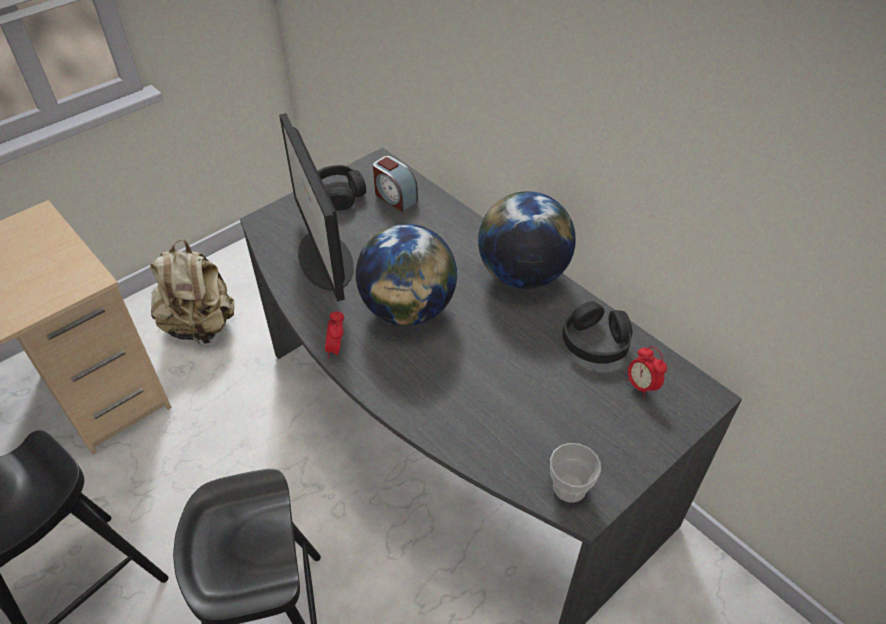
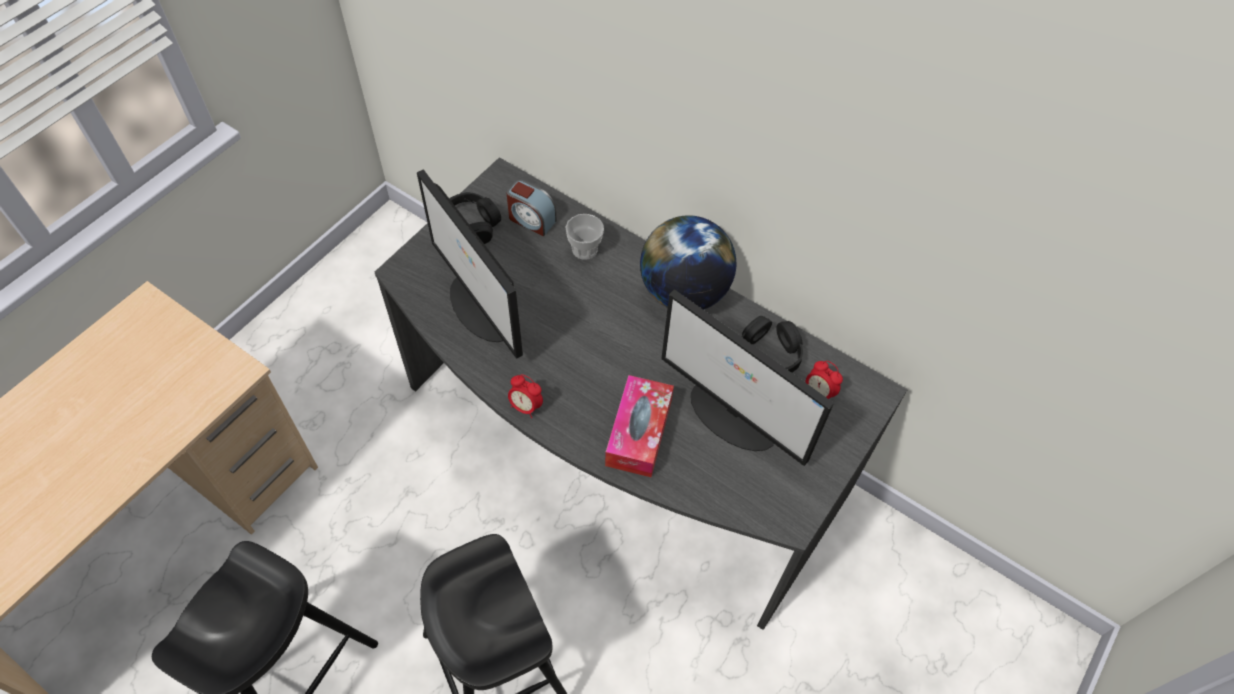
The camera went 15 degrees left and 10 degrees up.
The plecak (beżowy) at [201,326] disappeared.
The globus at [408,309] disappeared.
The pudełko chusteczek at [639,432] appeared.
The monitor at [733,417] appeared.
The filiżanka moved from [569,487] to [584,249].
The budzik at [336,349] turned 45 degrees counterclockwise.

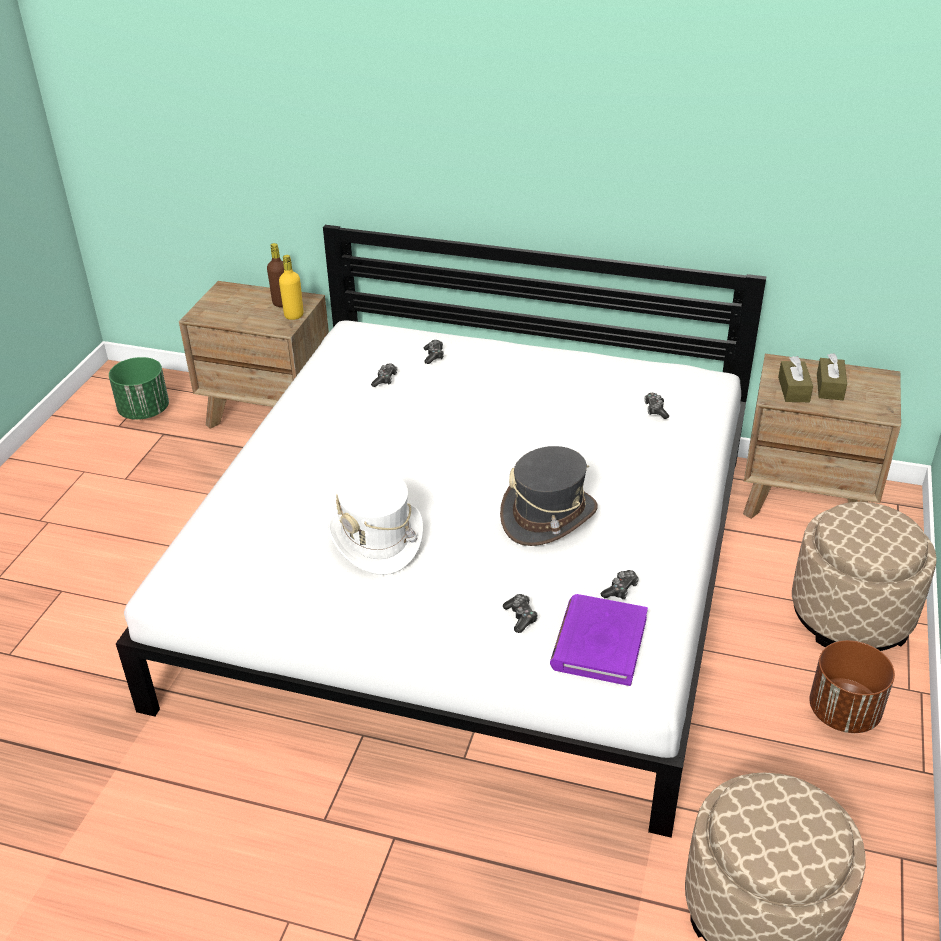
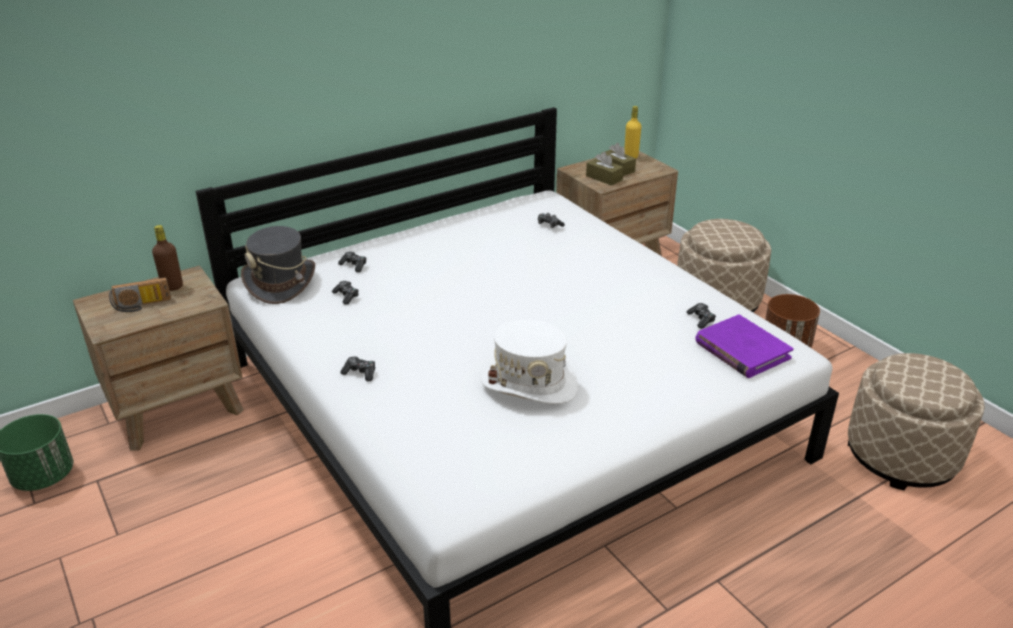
The camera went 50 degrees left and 5 degrees down.
The radio at [142,305] appeared.
The butelka (żółty) moved from [294,315] to [631,156].
The kapelusz (szary) moved from [548,516] to [280,282].
The pad do gier moved from [520,617] to [360,373].

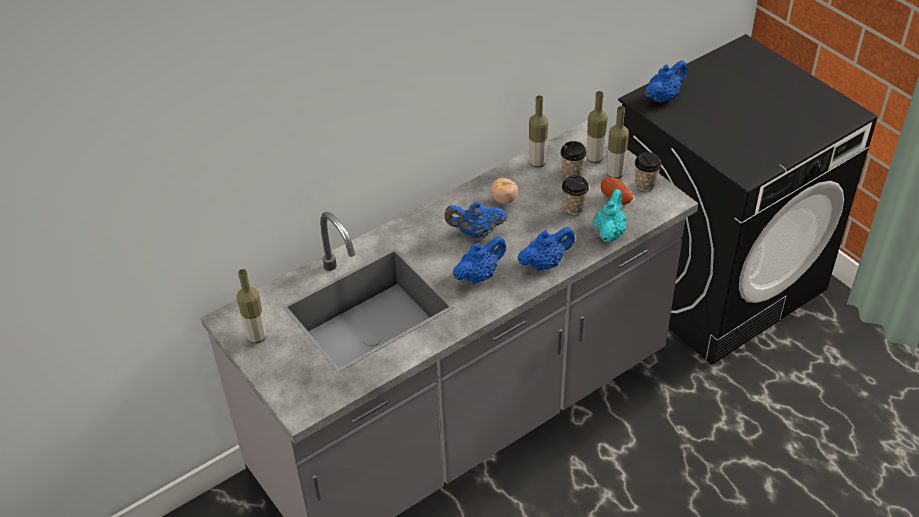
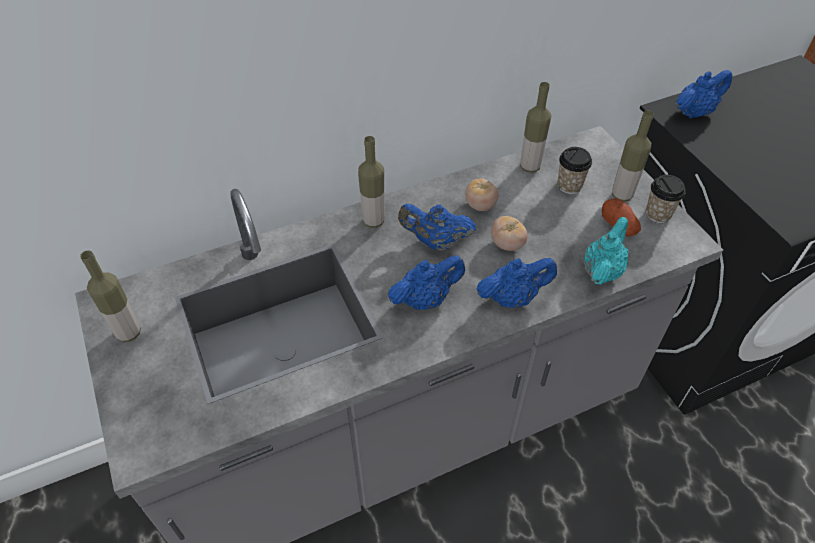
The camera went 10 degrees right and 5 degrees up.
The filiżanka at [574,208] disappeared.
The pomidor at [507,244] appeared.
The butelka moved from [594,158] to [373,221].

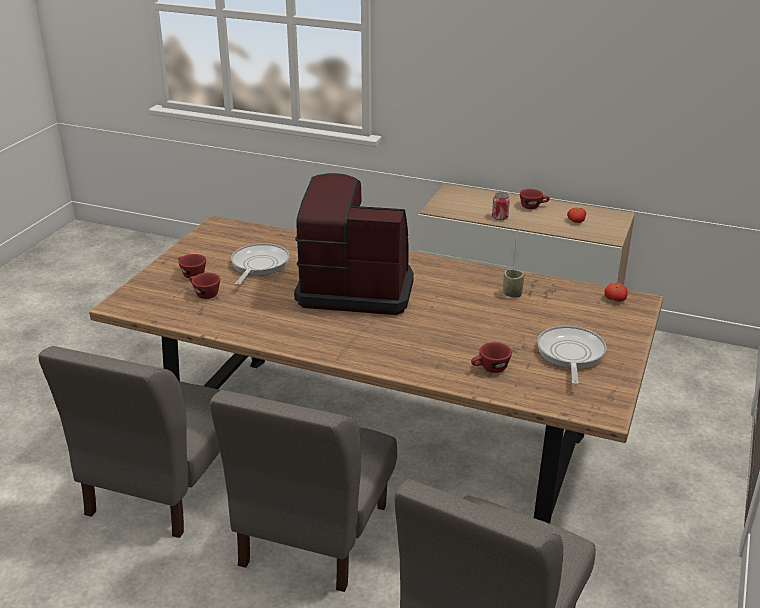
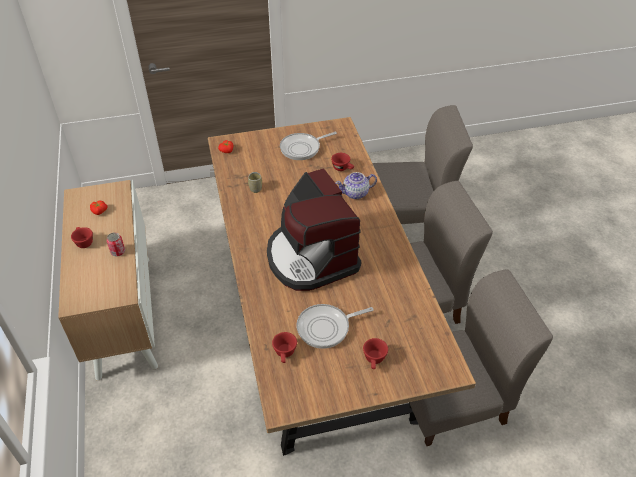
The camera went 125 degrees left and 15 degrees up.
The imbryk at [356,193] appeared.
The filiżanka (czerwony) moved from [204,294] to [285,354].

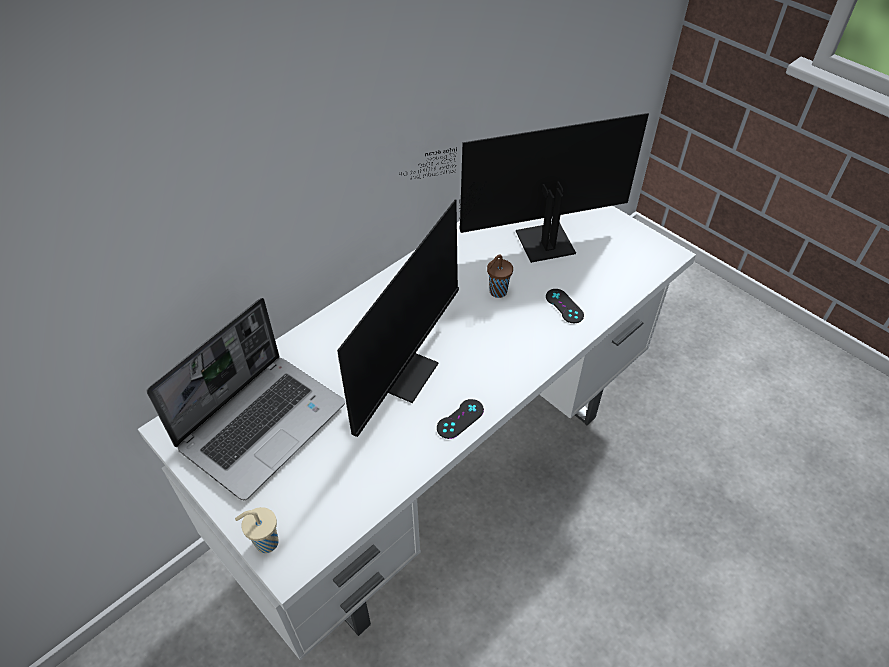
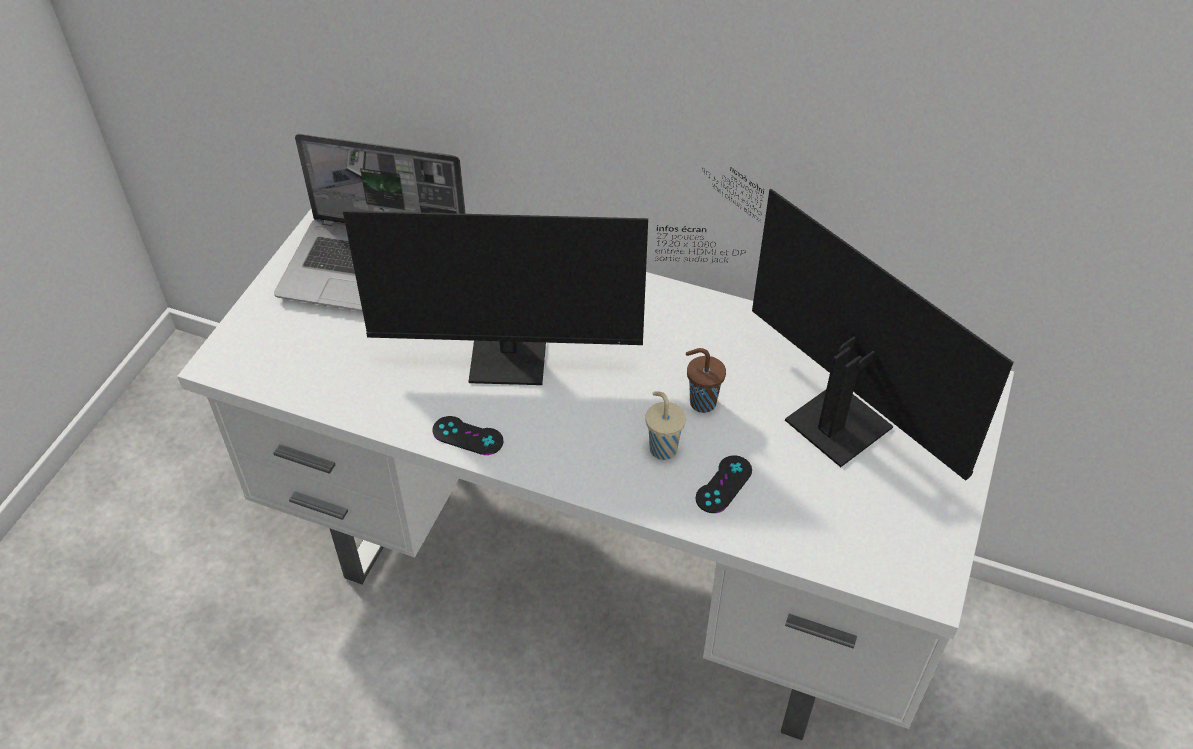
The camera went 65 degrees right and 0 degrees up.
The filiżanka (beżowy) moved from [265,542] to [662,448].

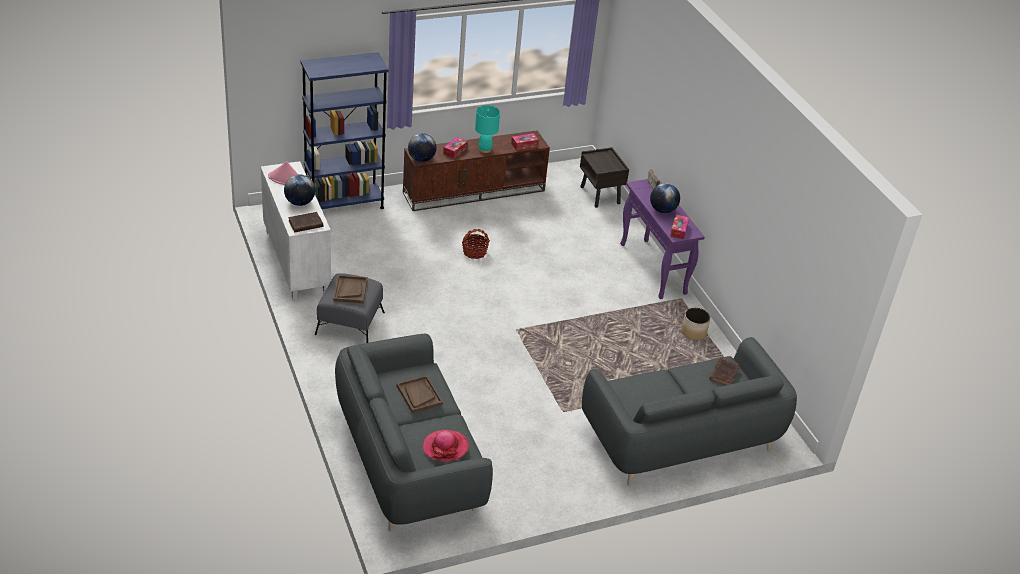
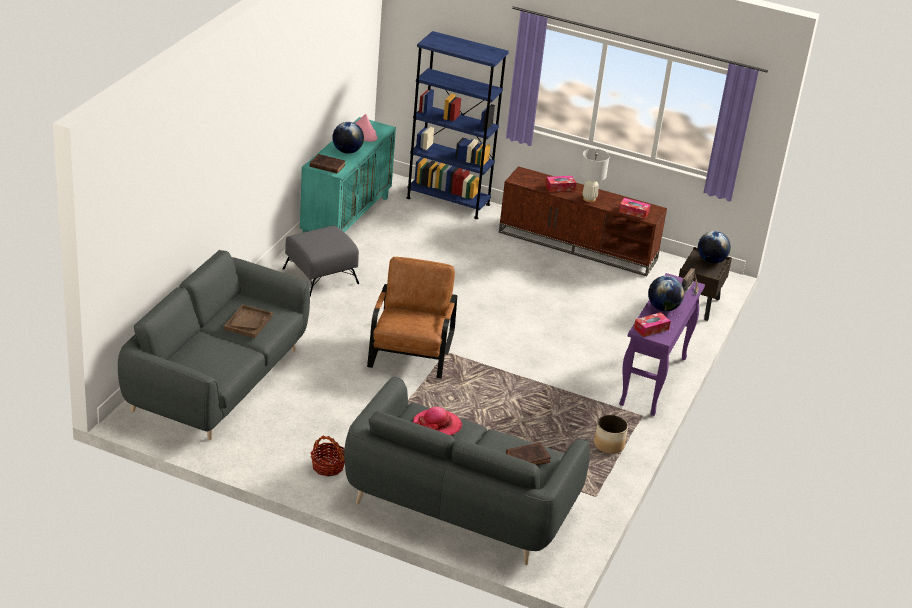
The camera went 45 degrees right and 5 degrees down.
The taca (brązowy) at [350,290] disappeared.
The fotel (brązowy) at [411,350] appeared.
The globus moved from [421,159] to [711,260].
The kapelusz moved from [445,447] to [437,425].
The koszyk moved from [474,252] to [328,467].
The szafka (biały) at [295,262] became the szafka (turkusowy) at [345,218].
The lampa stołowa (turkusowy) at [484,150] became the lampa stołowa (biały) at [589,199].

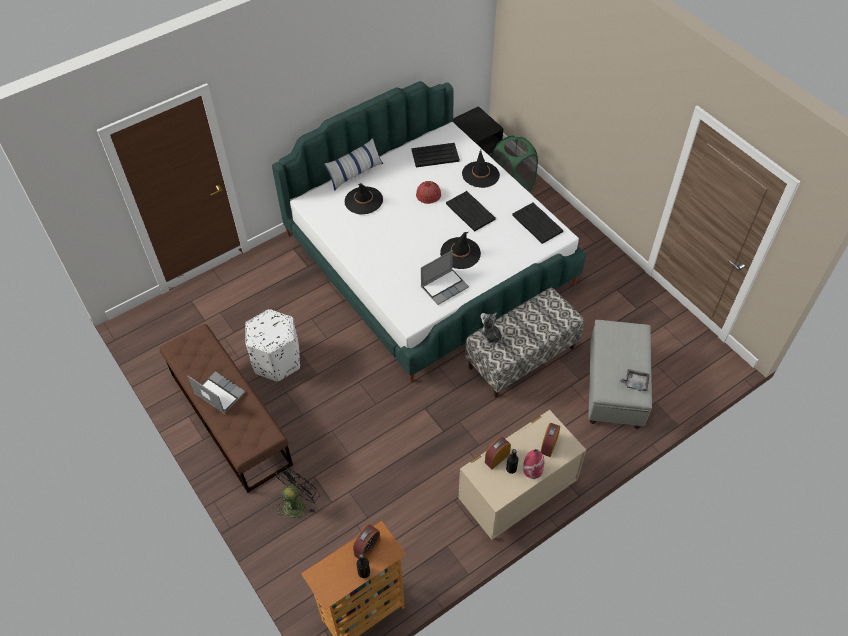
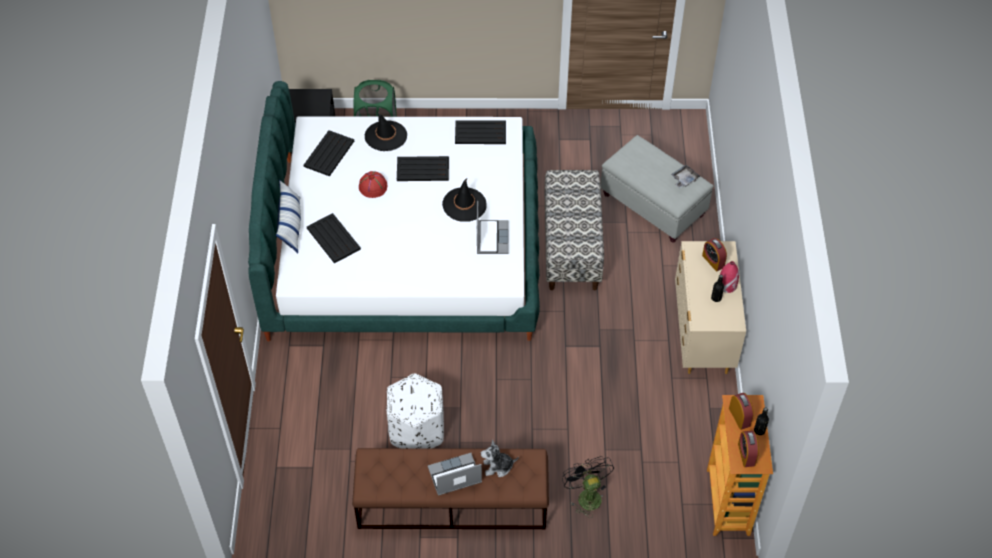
The camera went 55 degrees left and 0 degrees up.
The pluszak moved from [490,337] to [498,467].
The budzik moved from [497,458] to [746,454].
The kapelusz (czarny) at [363,200] was replaced by the taca (czarny) at [333,238].

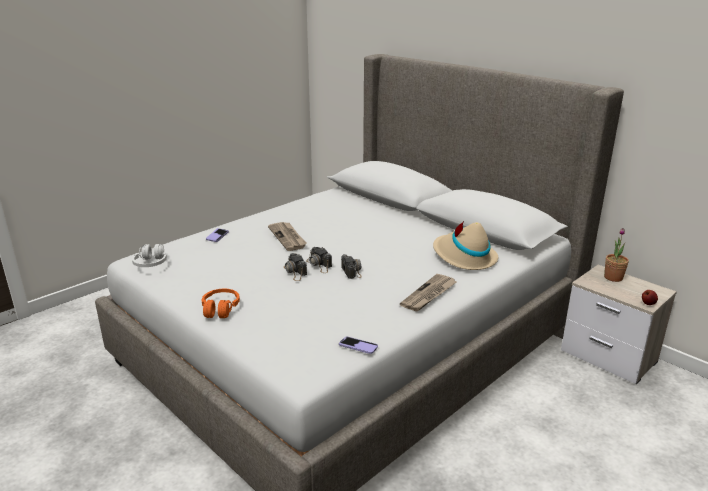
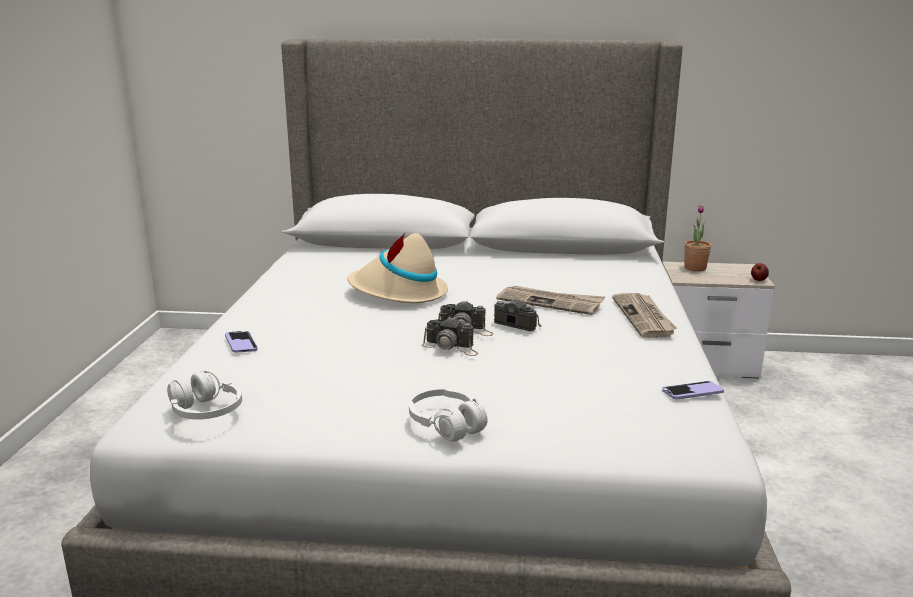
The camera went 40 degrees left and 5 degrees down.
The gazeta moved from [288,237] to [550,302].
The kapelusz (beżowy) moved from [463,257] to [398,293].
The słuchawki (pomarańczowy) at [220,309] became the słuchawki (biały) at [447,425].

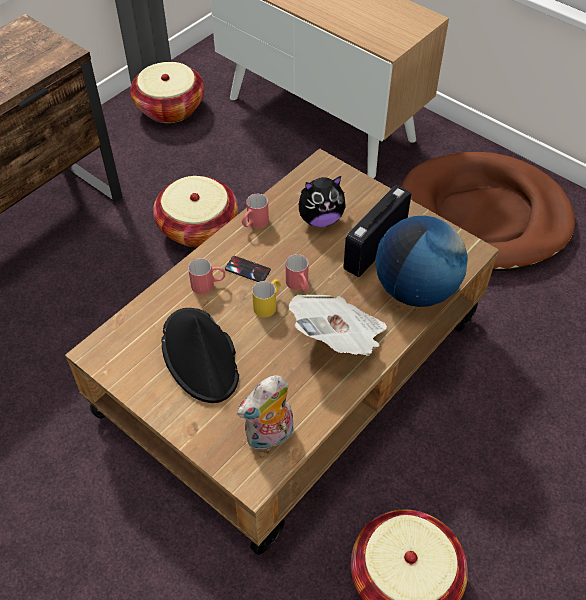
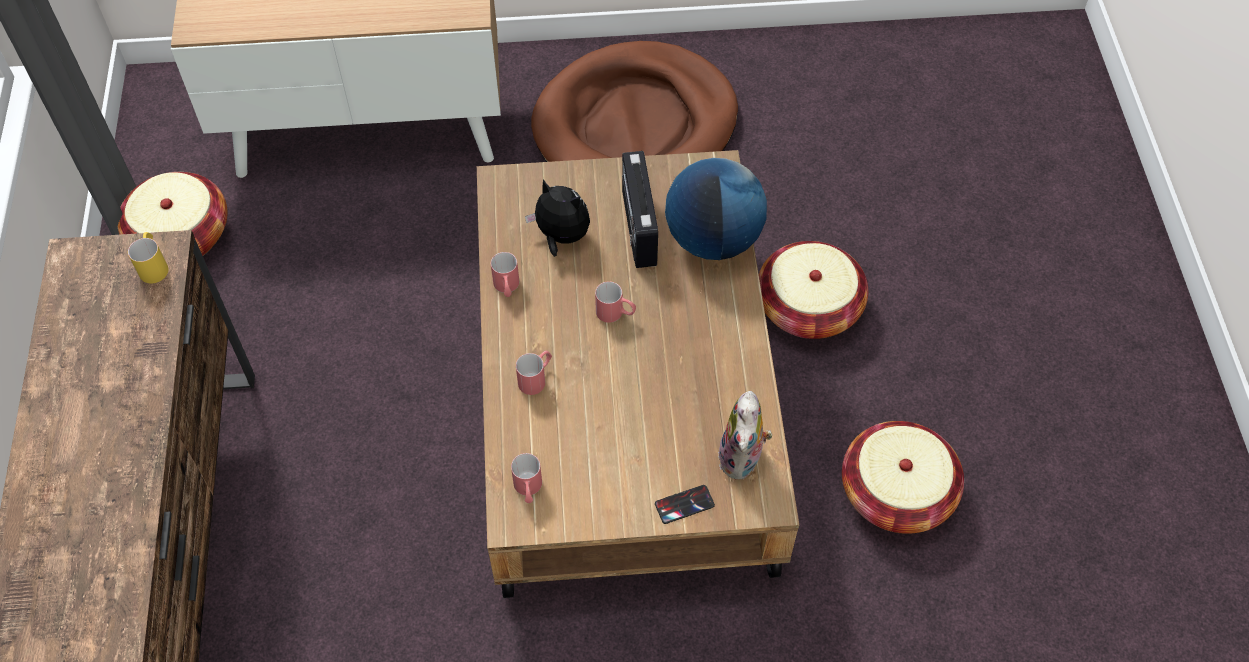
The camera went 45 degrees left and 5 degrees up.
The kapelusz (czarny) at [200,356] disappeared.
The gazeta at [339,338] disappeared.
The kubek (czerwony) at [528,490] appeared.
The koszyk moved from [198,227] to [808,307].
The telefon moved from [247,269] to [684,504].
The kubek (żółty) moved from [268,304] to [154,265].
The pluszak at [320,219] turned 90 degrees counterclockwise.

